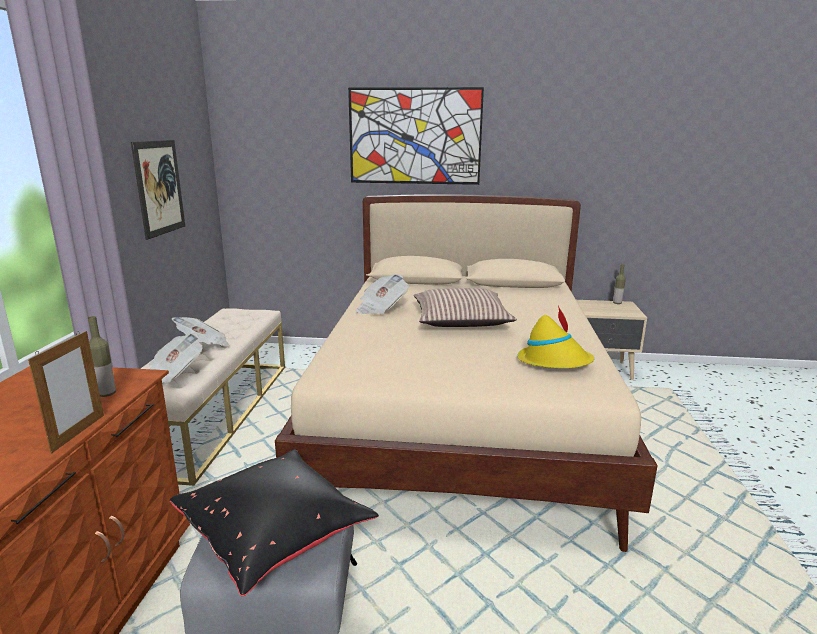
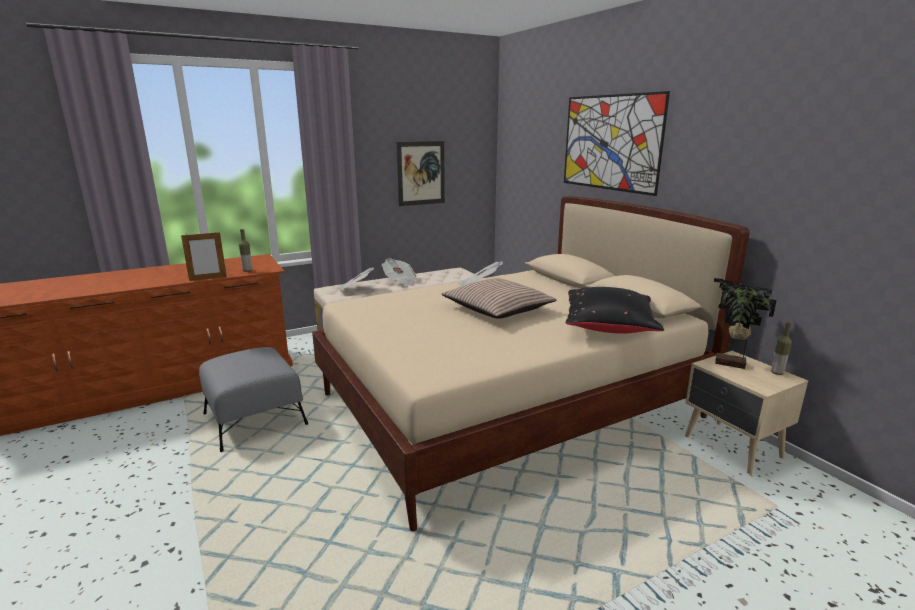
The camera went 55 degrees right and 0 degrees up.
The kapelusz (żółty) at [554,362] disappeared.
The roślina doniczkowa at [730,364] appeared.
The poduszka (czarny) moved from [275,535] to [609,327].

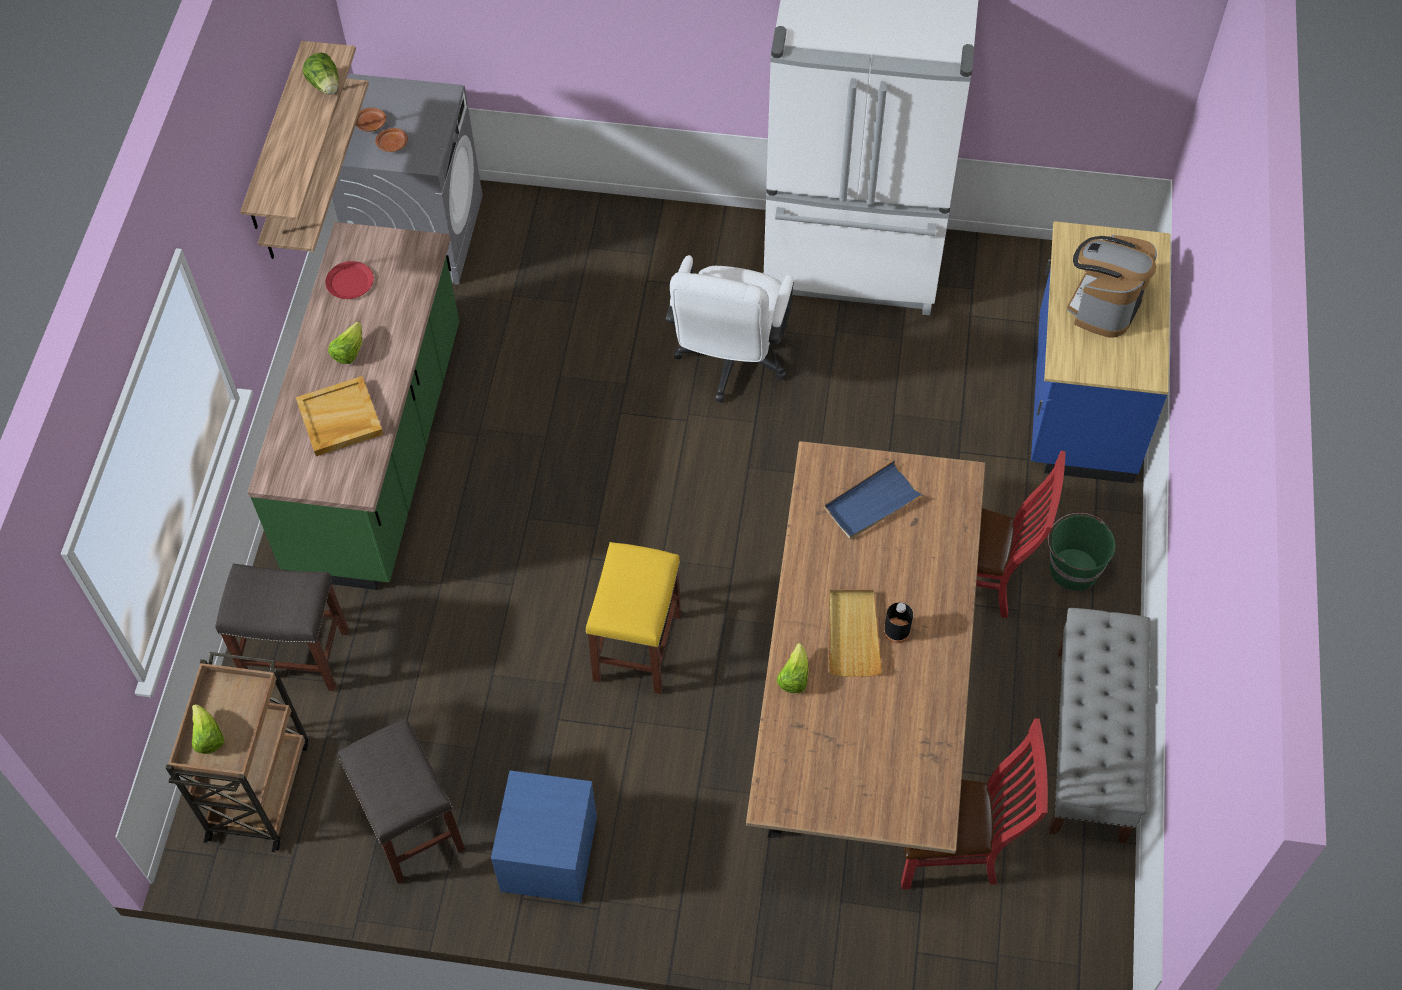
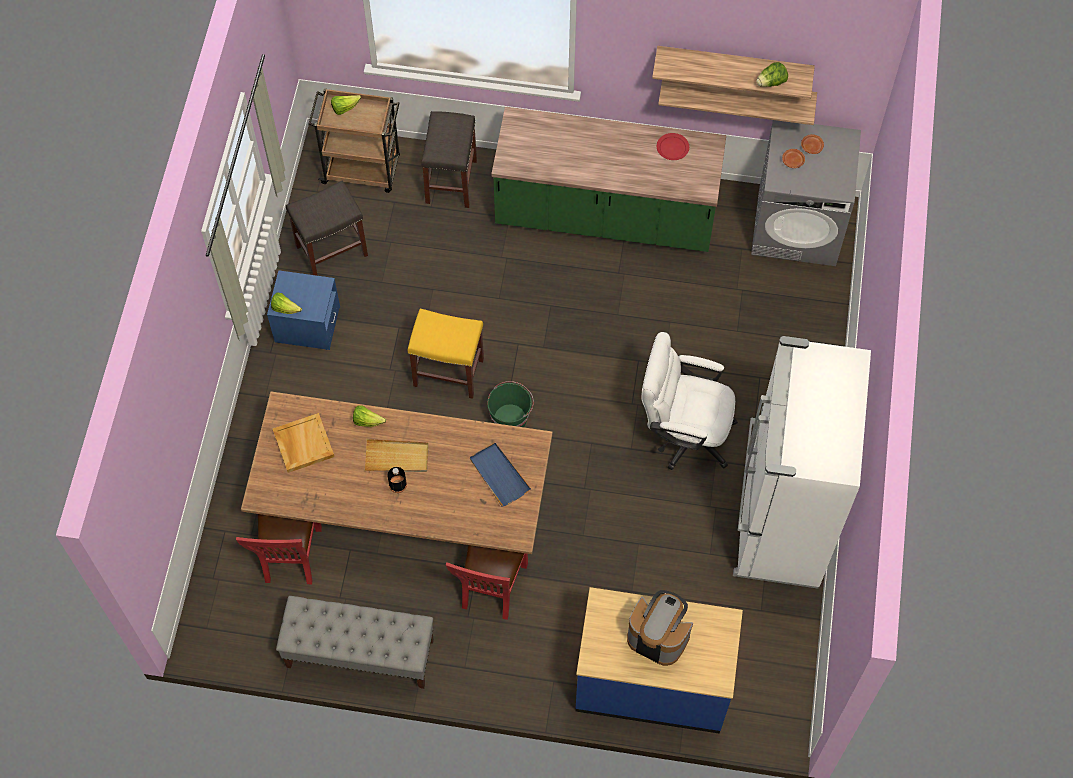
The camera went 90 degrees right and 5 degrees up.
The taca (beżowy) moved from [339,419] to [303,443].
The sałata moved from [349,352] to [285,308].
The wiadro (zielony) moved from [1072,568] to [510,418].

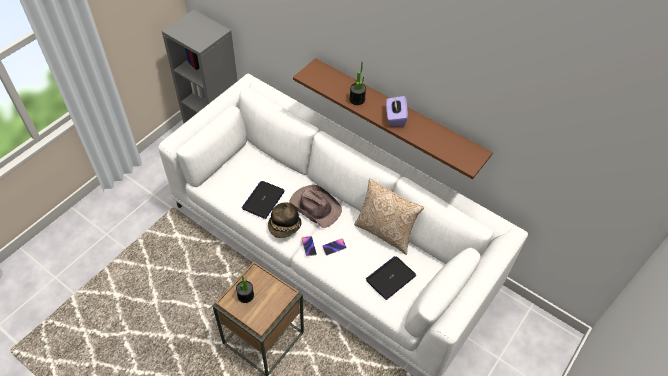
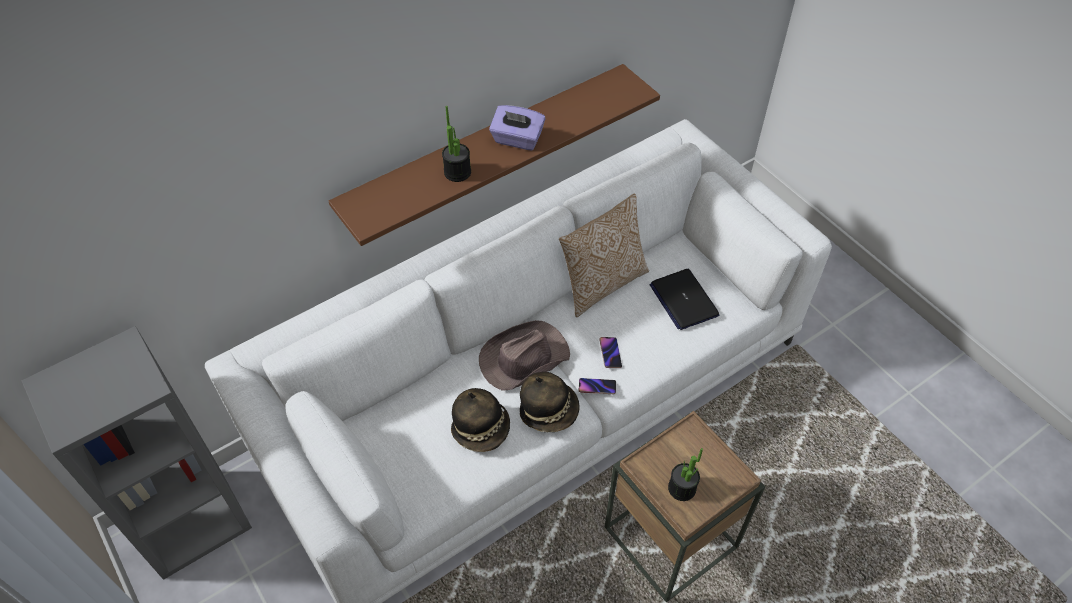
The camera went 70 degrees left and 0 degrees up.
The laptop at [263,200] was replaced by the kapelusz at [482,429].

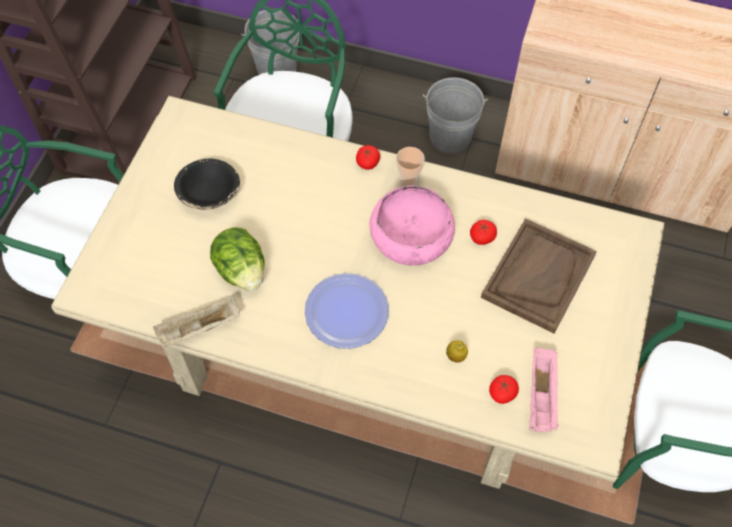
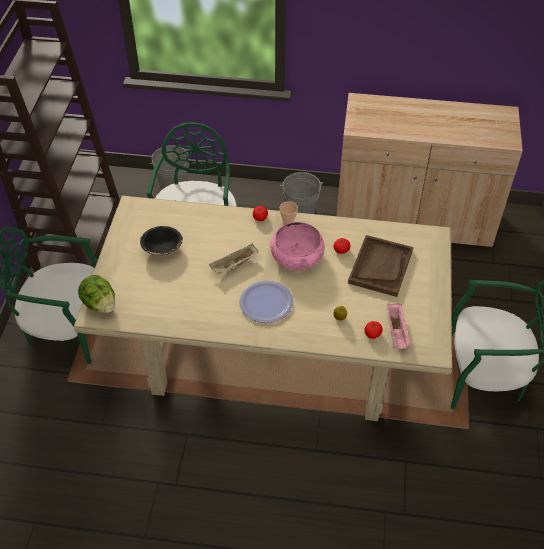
The camera went 10 degrees left and 10 degrees down.
The taca (beżowy) moved from [199,329] to [234,265].
The sałata moved from [241,271] to [100,304].

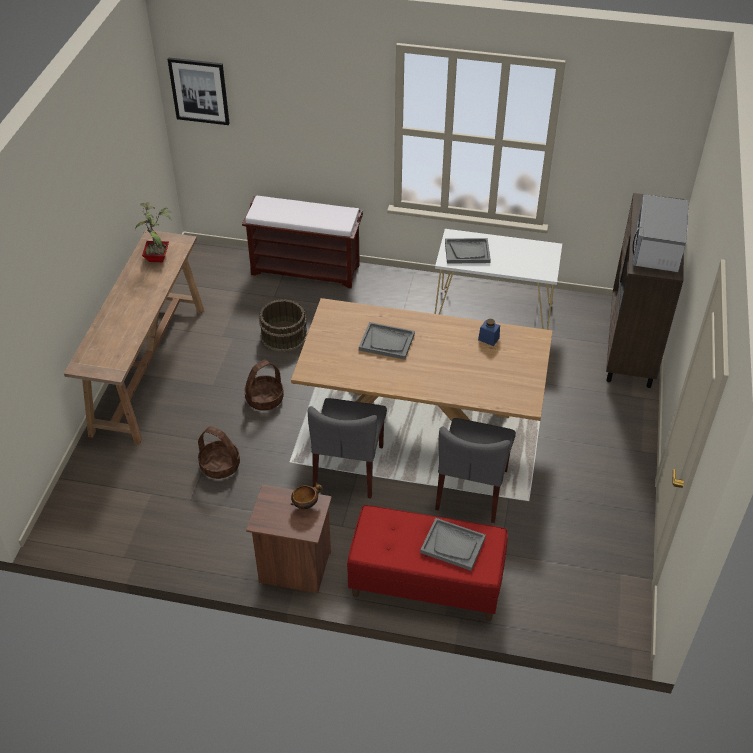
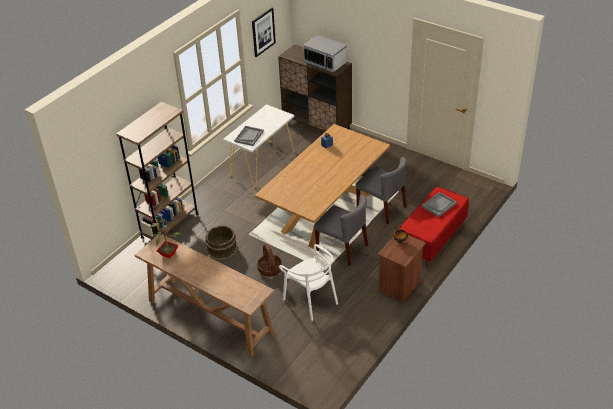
The camera went 65 degrees left and 5 degrees down.
The taca (szary) at [387,342] disappeared.
The obraz moved from [199,91] to [263,32].
The koszyk at [219,465] was replaced by the krzesło (biały) at [311,300].
The ławka (brązowy) at [306,269] was replaced by the regał (brązowy) at [170,225].

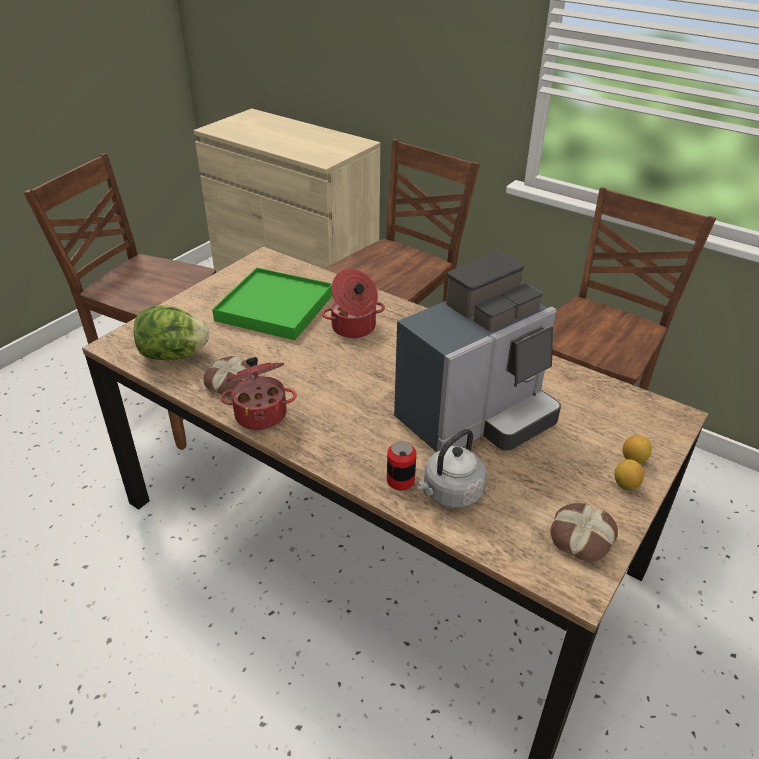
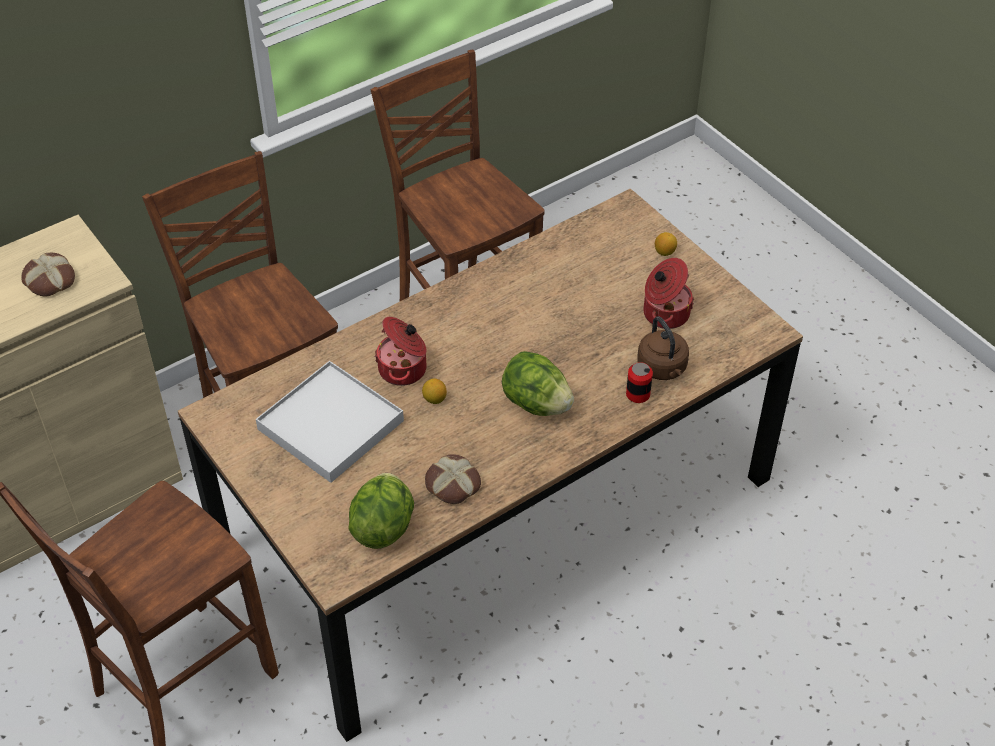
The camera went 70 degrees left and 10 degrees up.
The ekspres do kawy at [476,417] disappeared.
The sałata at [536,404] appeared.
The garnek moved from [261,413] to [664,313].
The chleb moved from [581,536] to [49,280].
The cytryna moved from [625,485] to [434,399].
The taca (zielony) at [275,307] became the taca (biały) at [330,425].
The czajnik (szary) at [450,494] became the czajnik (brązowy) at [663,369].

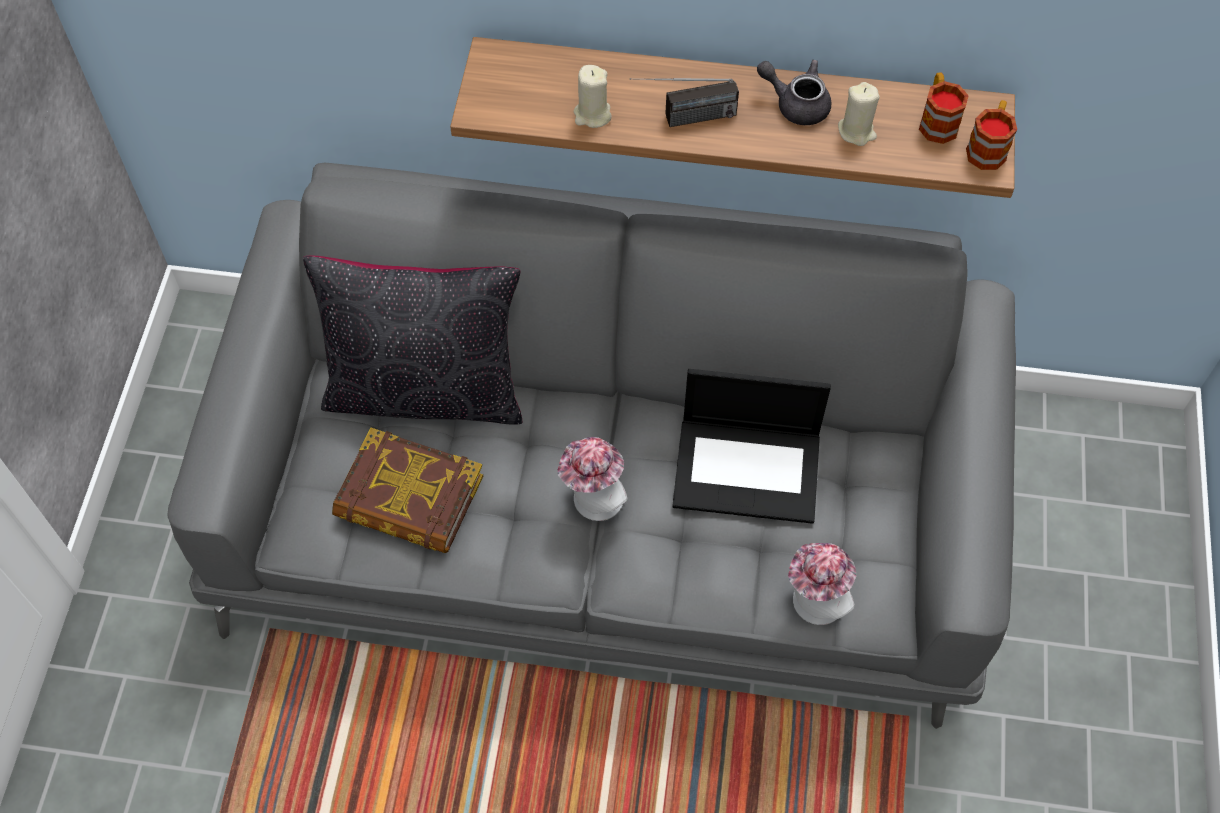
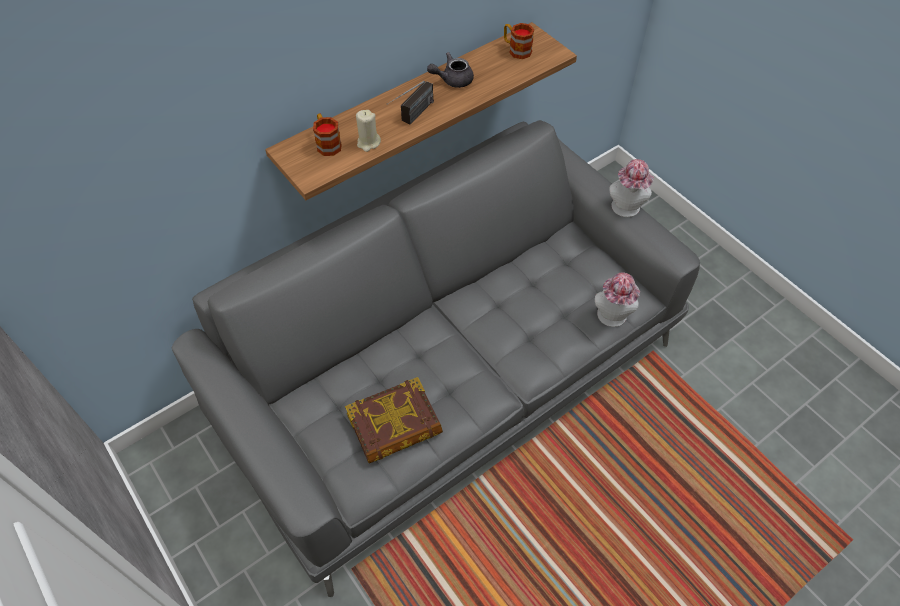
The camera went 45 degrees left and 5 degrees down.
The poduszka (czarny) at [426,390] disappeared.
The laptop at [748,469] disappeared.
The świeca (beżowy) at [856,131] disappeared.
The kapelusz moved from [593,503] to [626,209].
The kubek moved from [988,147] to [327,143].

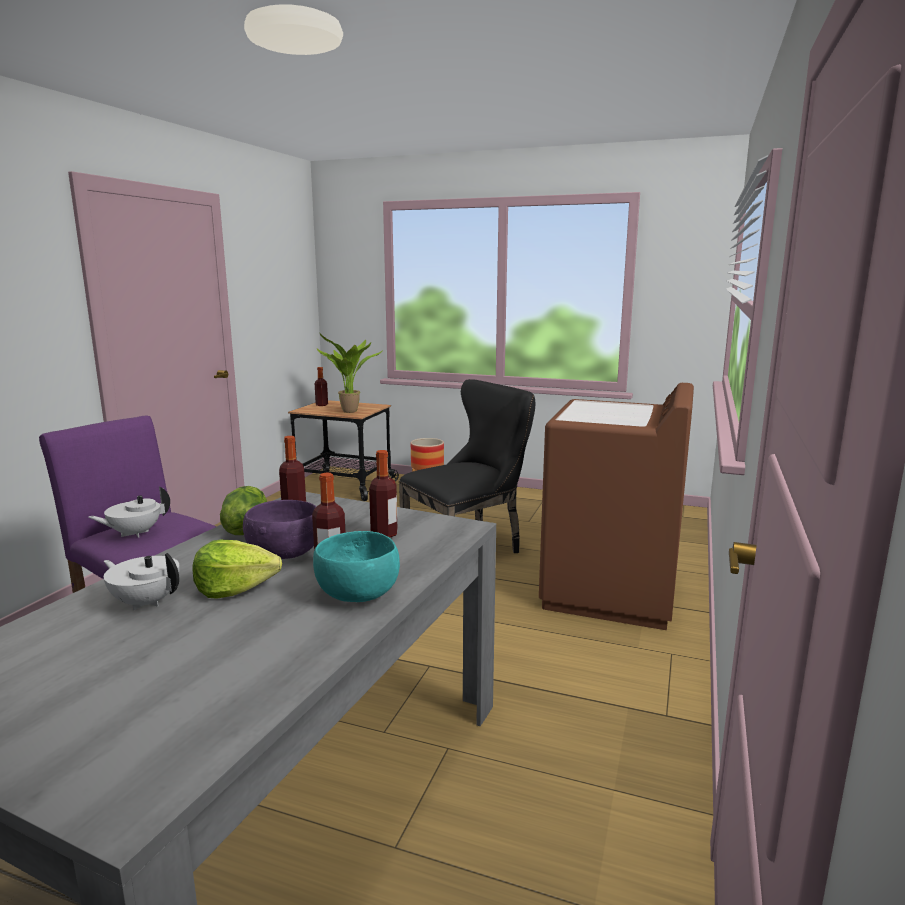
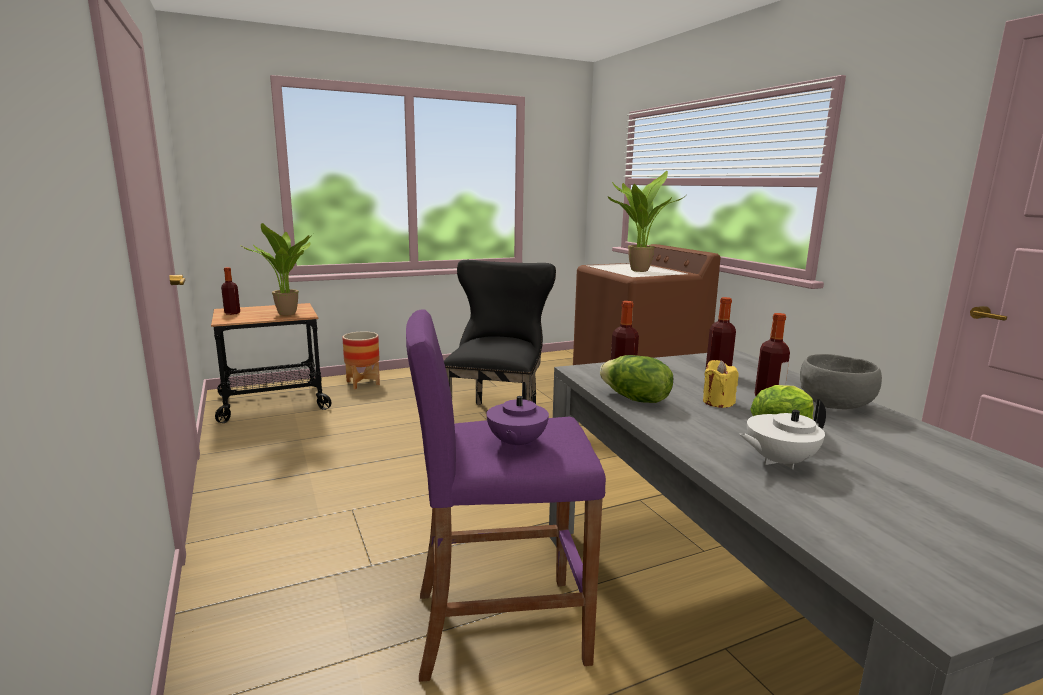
The camera went 45 degrees left and 0 degrees up.
The roślina doniczkowa at [637,270] appeared.
The miska (fioletowy) at [283,553] was replaced by the świeca (żółty) at [718,402].
The imbryk (biały) at [134,533] became the imbryk (fioletowy) at [516,444].
The miska (turkusowy) at [358,594] became the miska (szary) at [836,404].

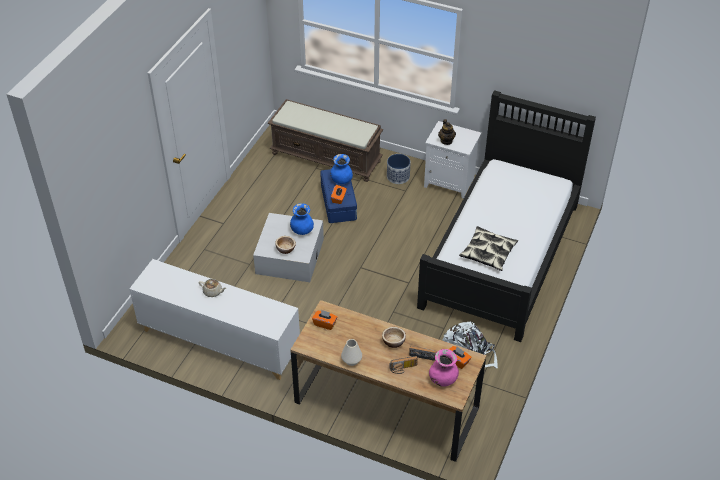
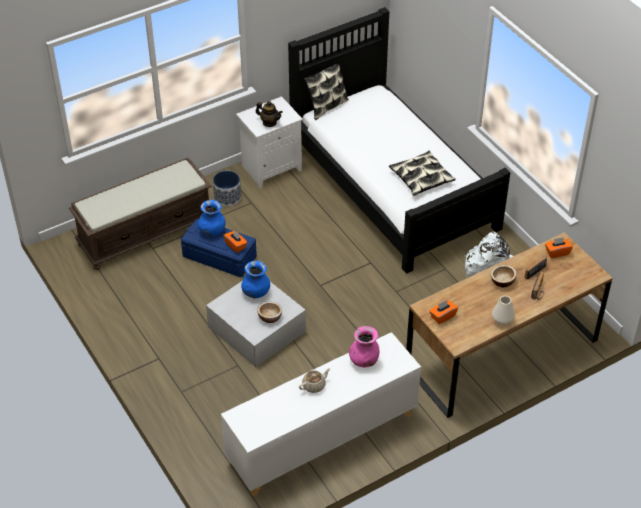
The camera went 55 degrees left and 0 degrees up.
The poduszka at [326,106] appeared.
The wazon (różowy) moved from [443,379] to [364,360].

